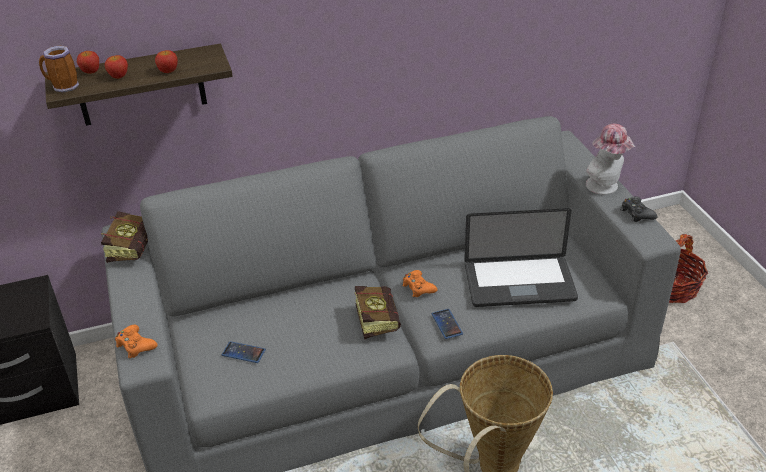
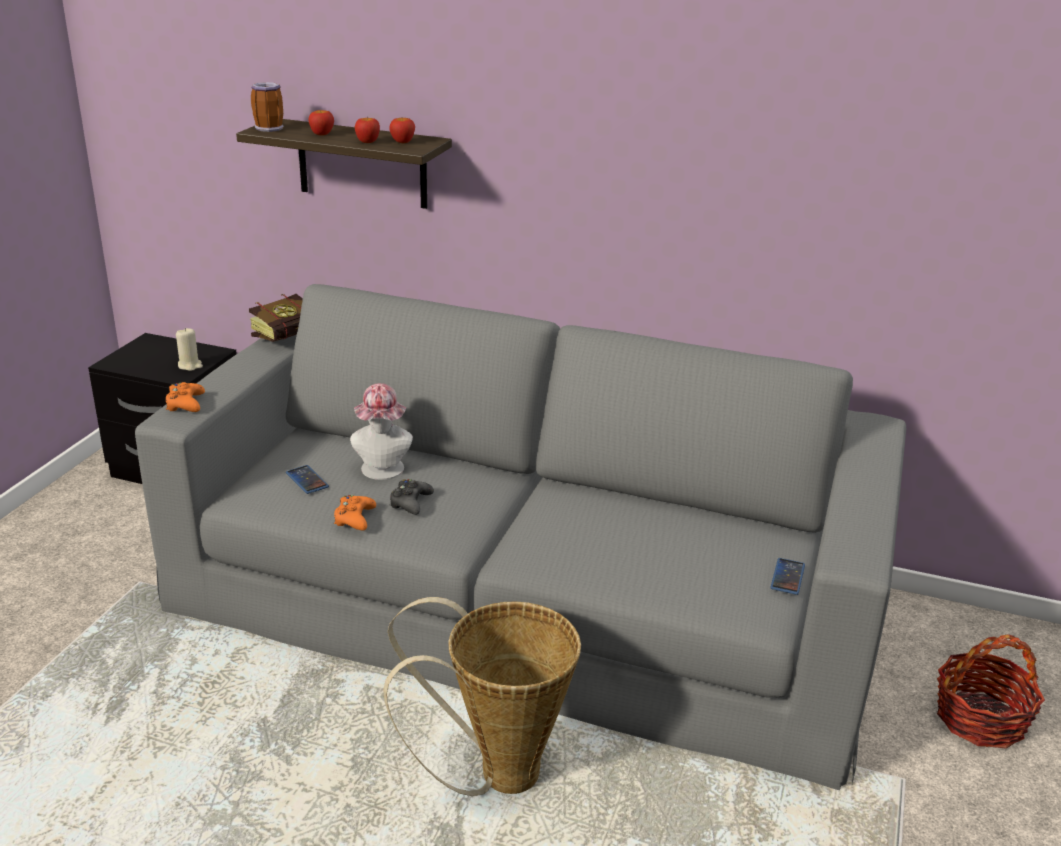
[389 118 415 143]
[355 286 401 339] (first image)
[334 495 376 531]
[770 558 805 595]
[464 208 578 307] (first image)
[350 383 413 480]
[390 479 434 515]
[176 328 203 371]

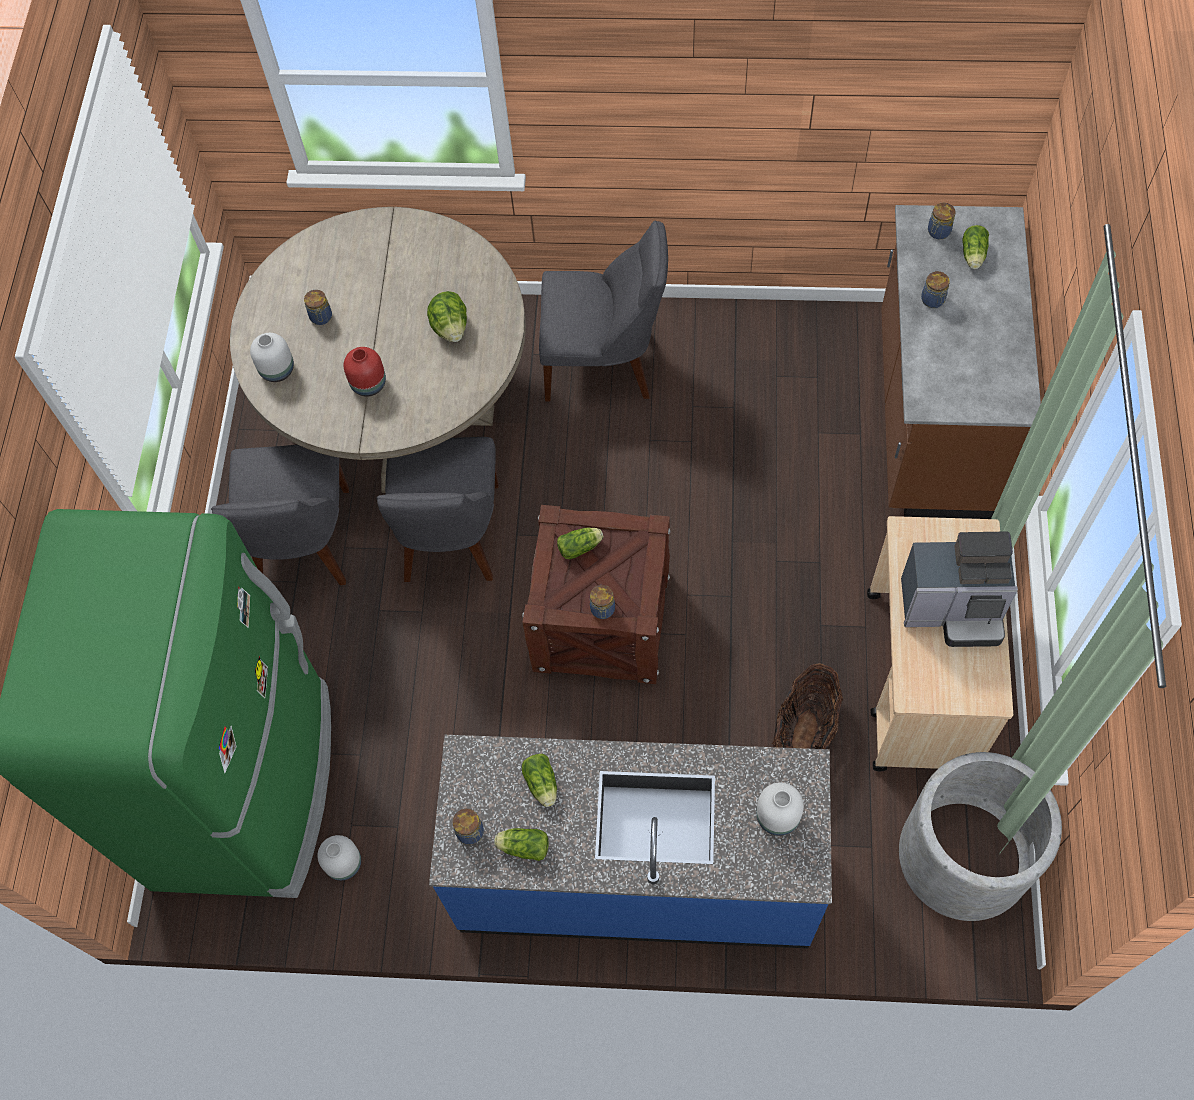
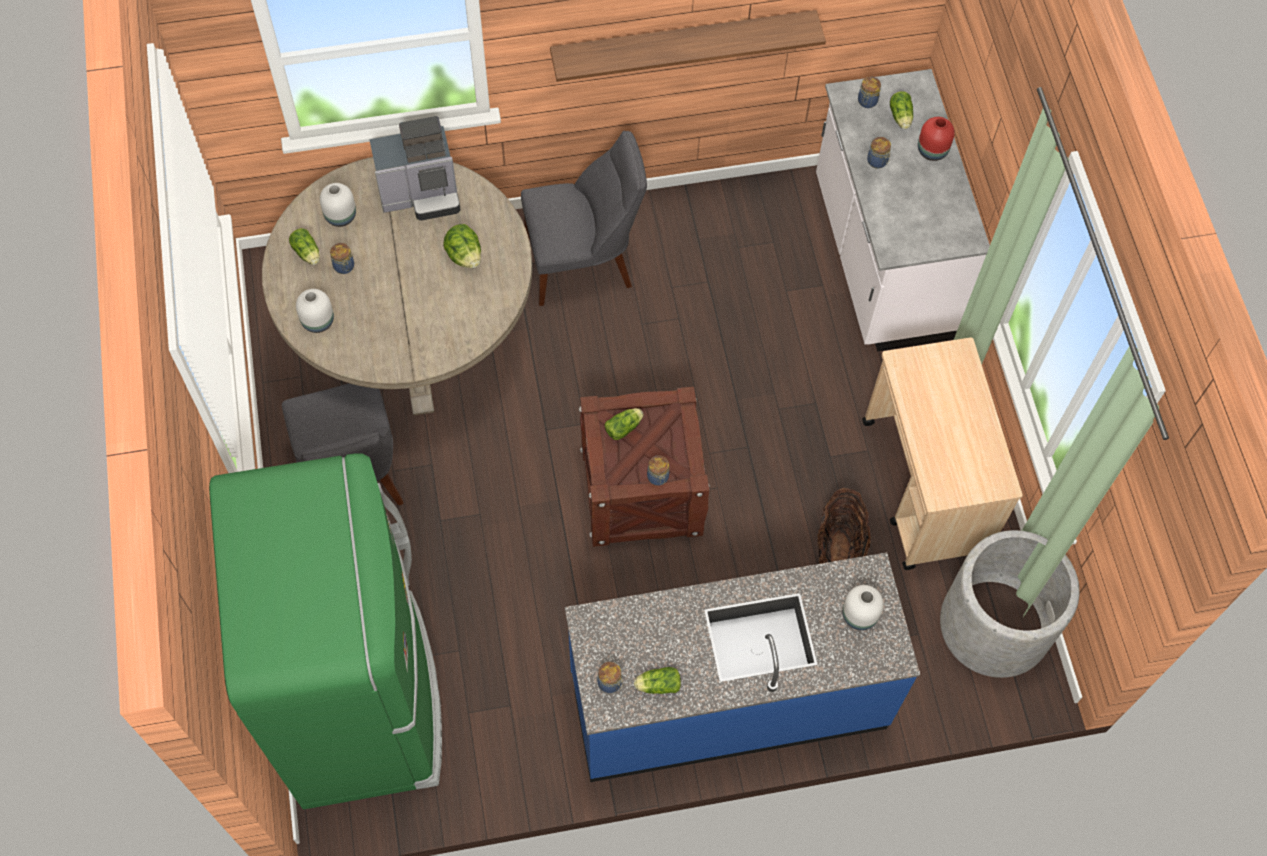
[320 183 356 227]
[918 117 955 161]
[376 437 499 582] (first image)
[289 228 320 265]
[816 69 990 352]
[369 116 460 220]
[550 10 826 82]

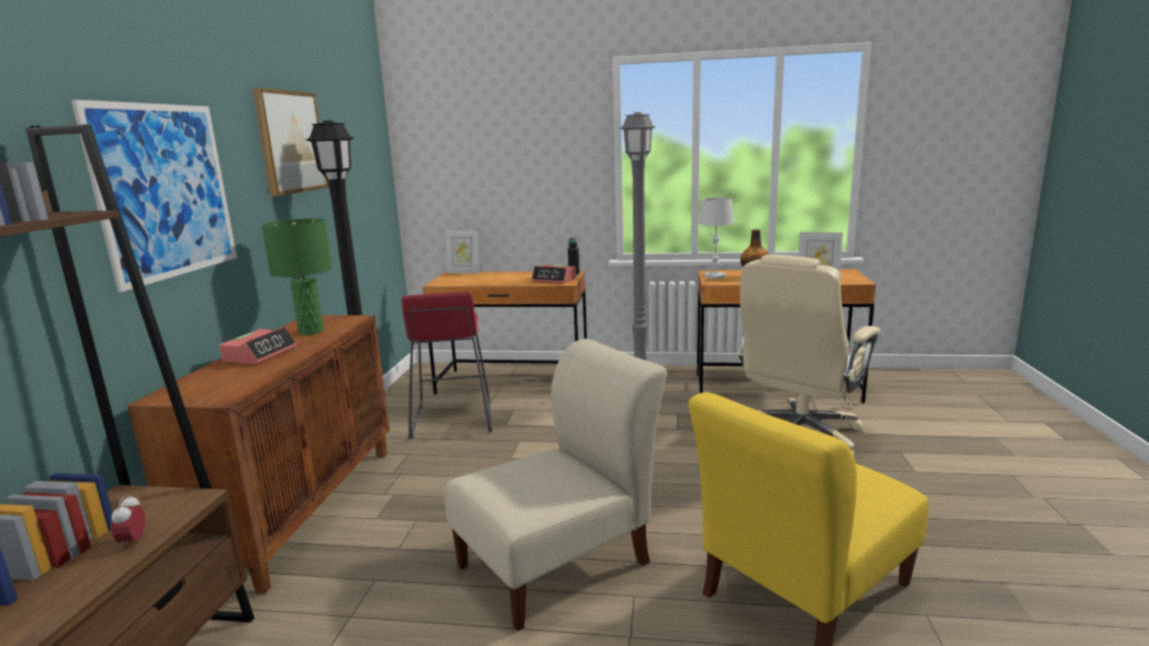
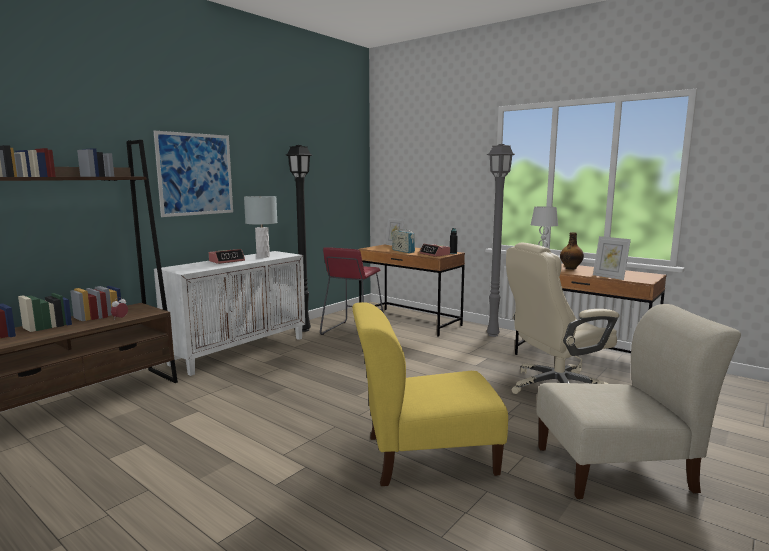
[154 251 305 376]
[252 88 329 196] (first image)
[244 196 277 258]
[537 304 741 499]
[392 226 415 253]

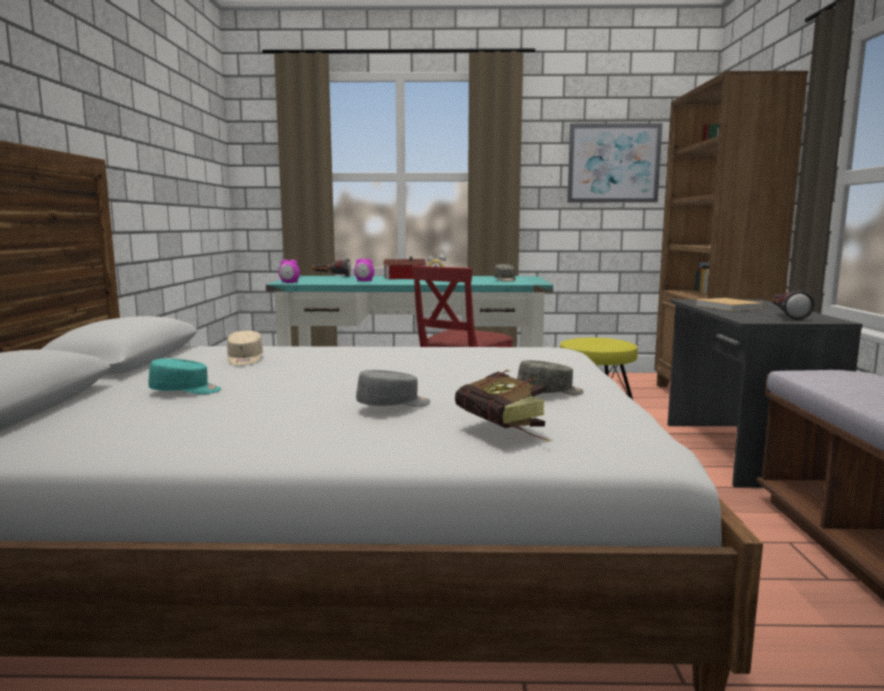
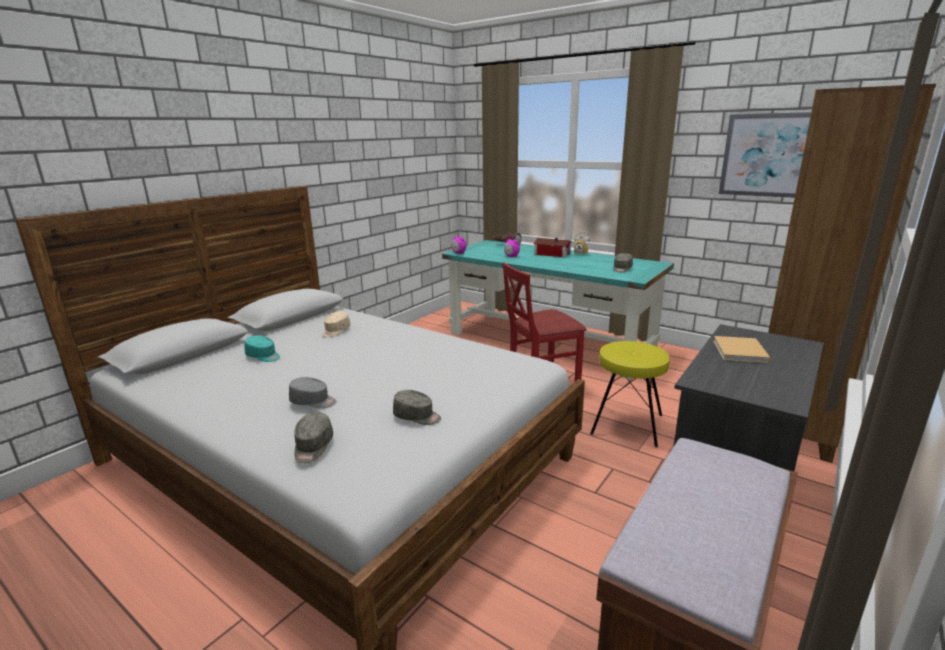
[294 412 333 463]
[772 290 815 320] (first image)

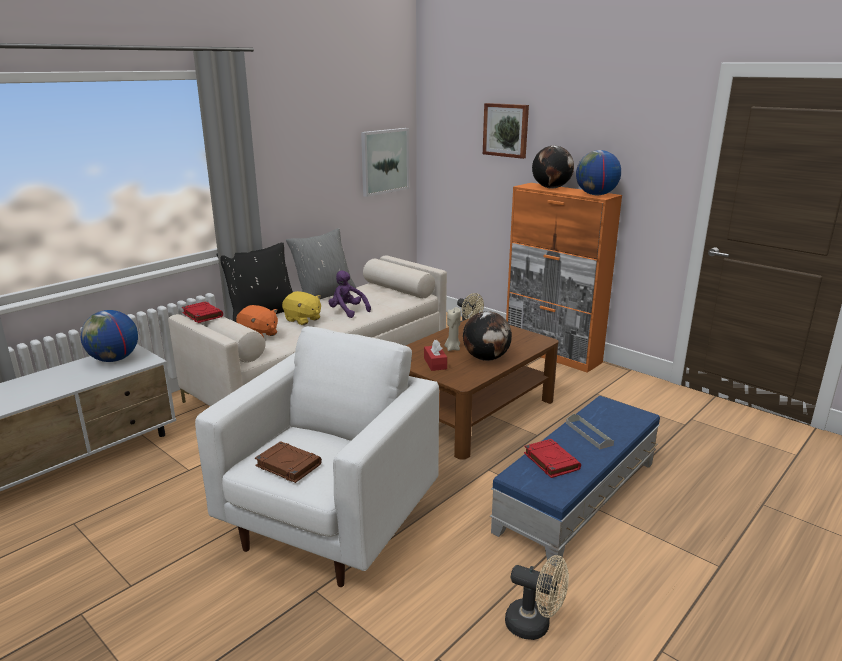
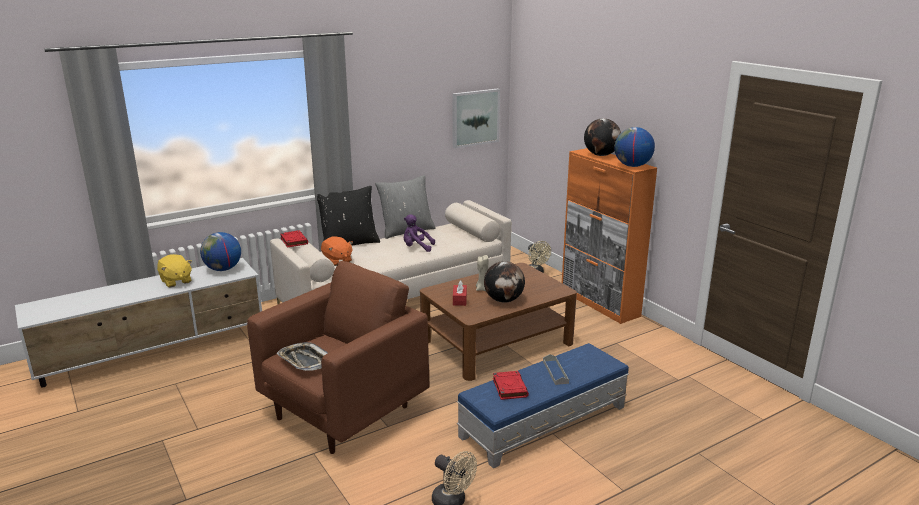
[247 261 429 454]
[277 342 327 371]
[157 254 192 287]
[403 215 435 252]
[483 103 529 159] (first image)

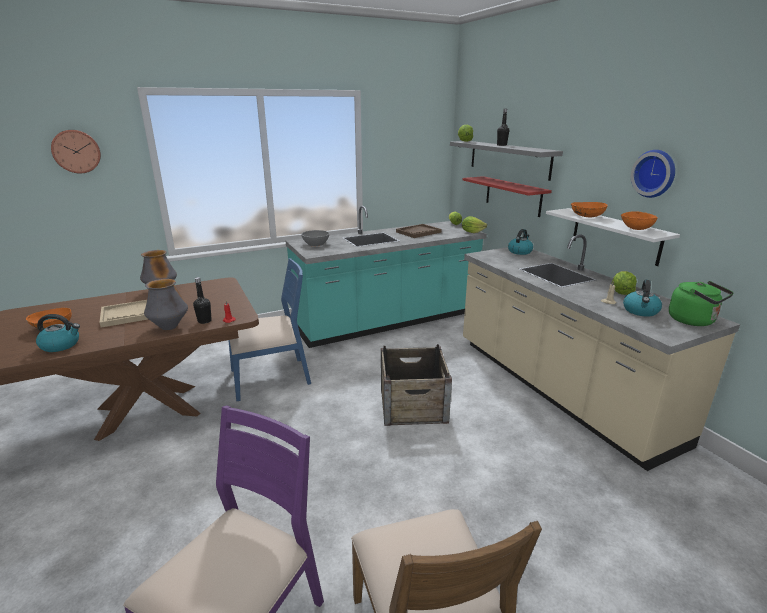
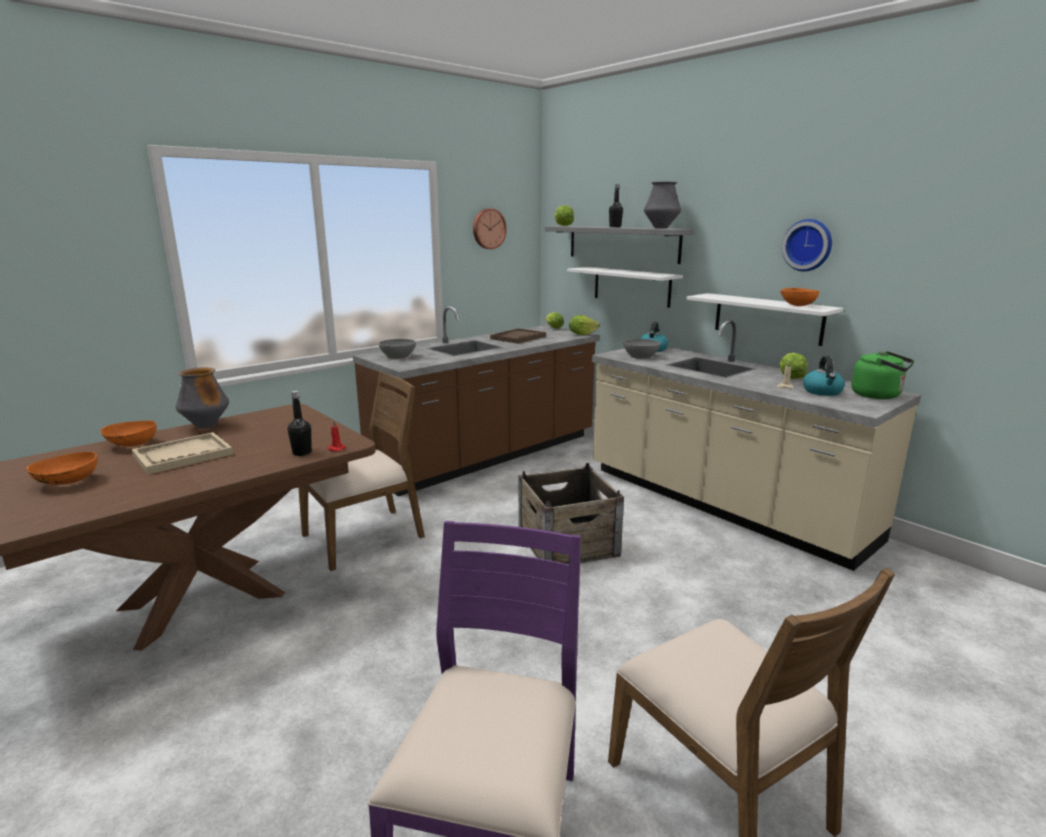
[36 314 80 352] (first image)
[473 208 507 249]
[644 182 681 229]
[298 371 425 571]
[353 306 600 497]
[567 267 683 308]
[100 421 157 447]
[623 339 661 359]

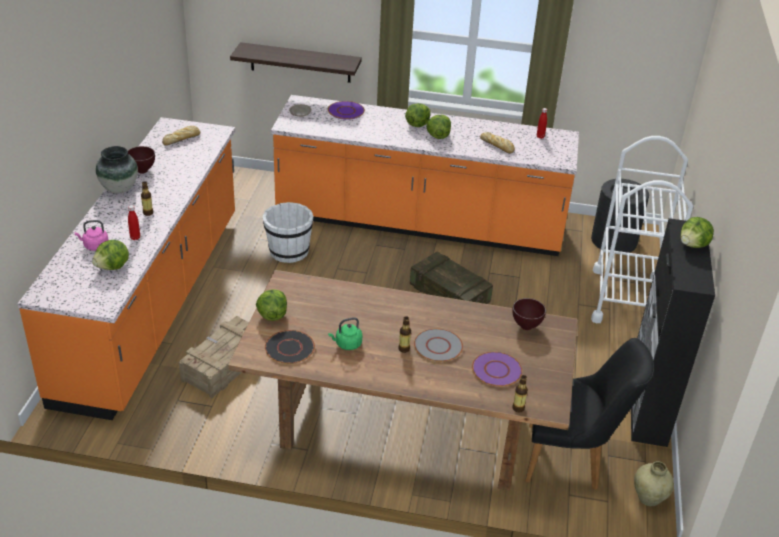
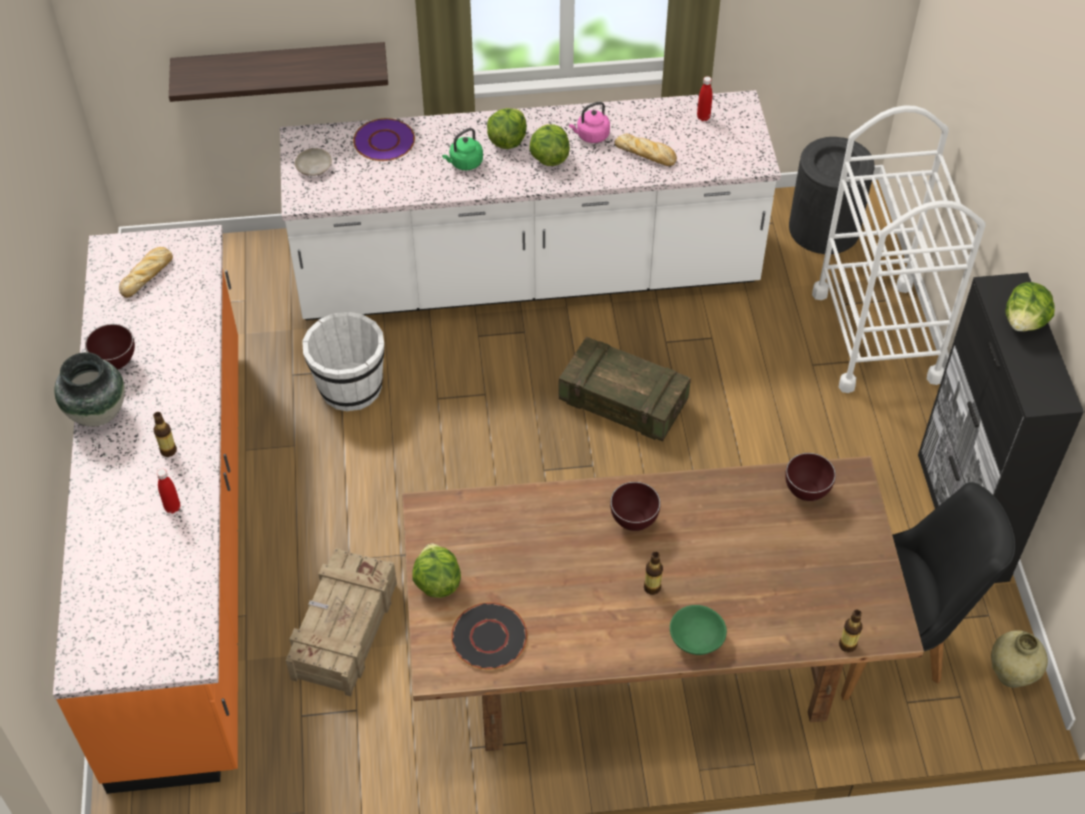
[569 102 610 143]
[92 240 129 270] (first image)
[280 90 781 320]
[442 128 483 170]
[414 329 463 362] (first image)
[472 352 522 387] (first image)
[610 482 661 531]
[670 605 727 655]

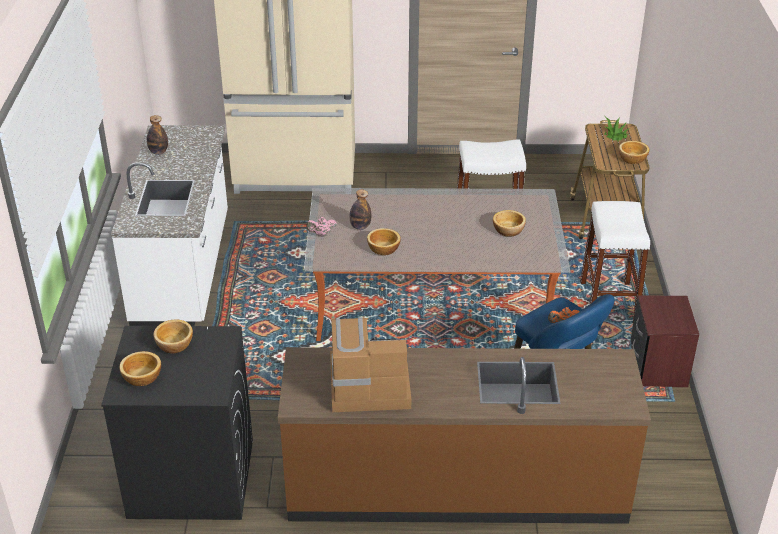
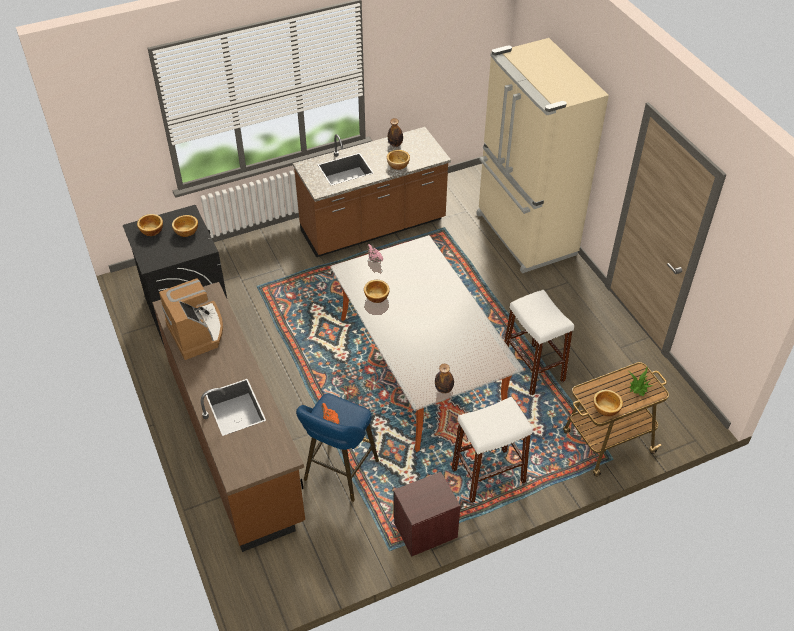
[293 127 451 257]
[435 364 454 394]
[387 150 410 170]

